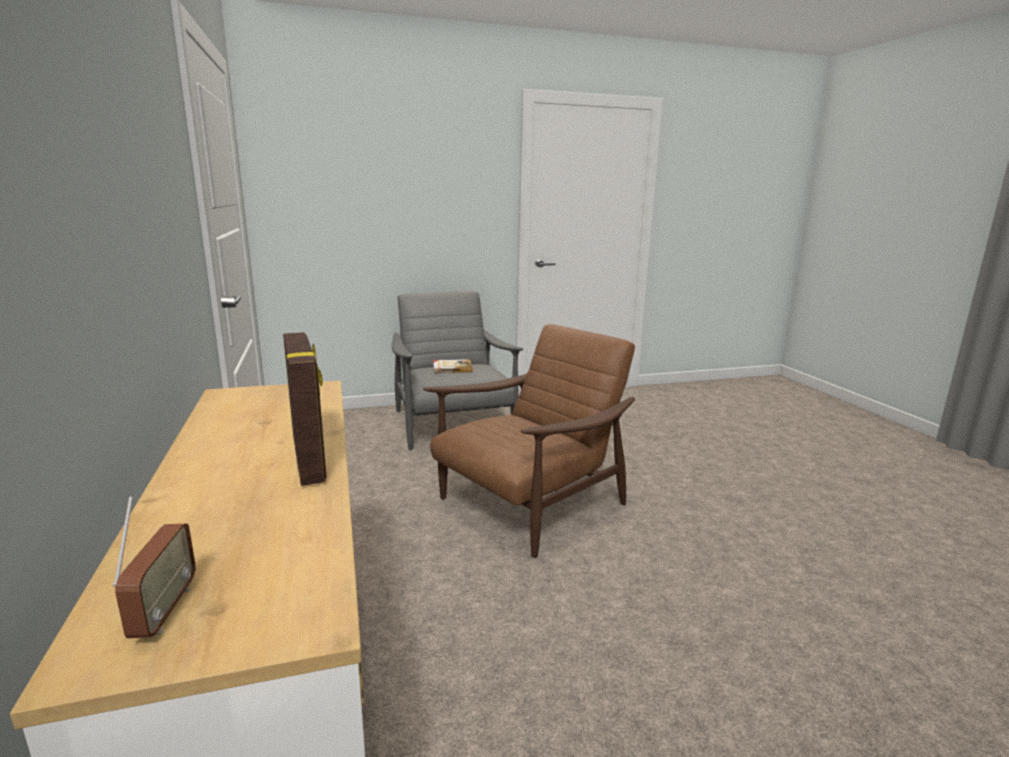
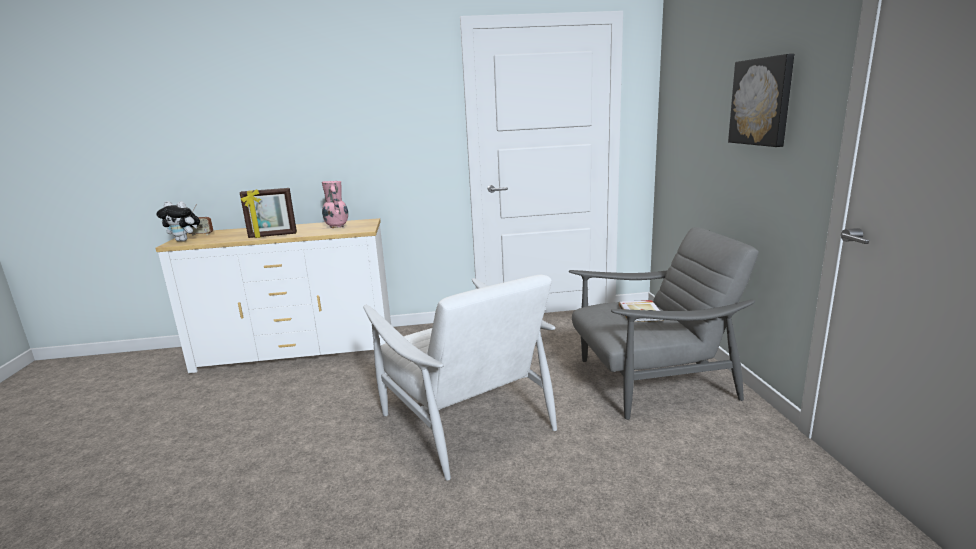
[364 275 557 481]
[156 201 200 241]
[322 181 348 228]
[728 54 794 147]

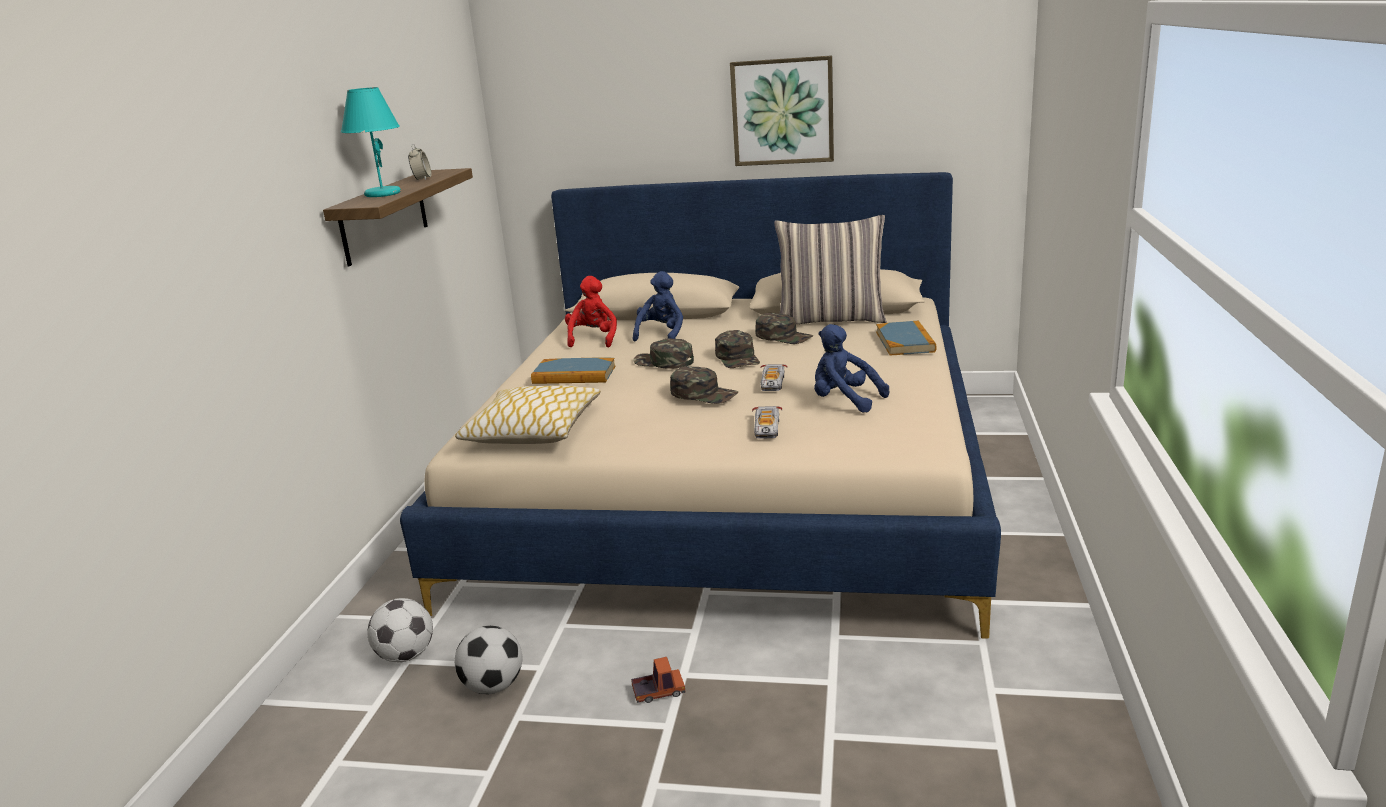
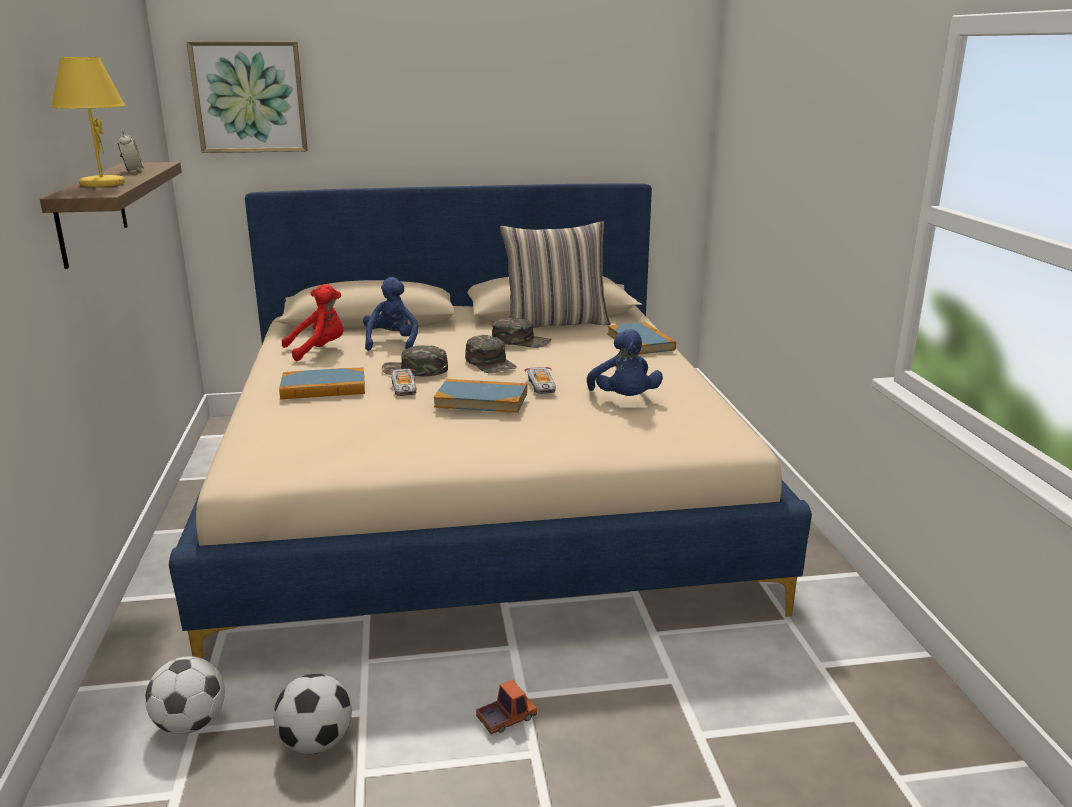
[51 57 125 187]
[455 385 601 444] (first image)
[282 284 344 361]
[433 379 527 413]
[187 41 308 153]
[388 369 416 396]
[587 329 663 396]

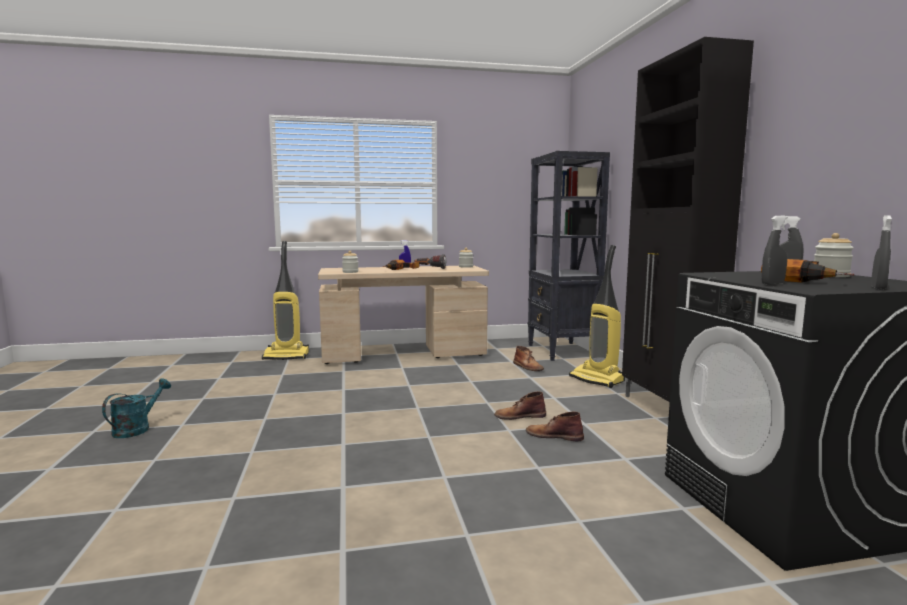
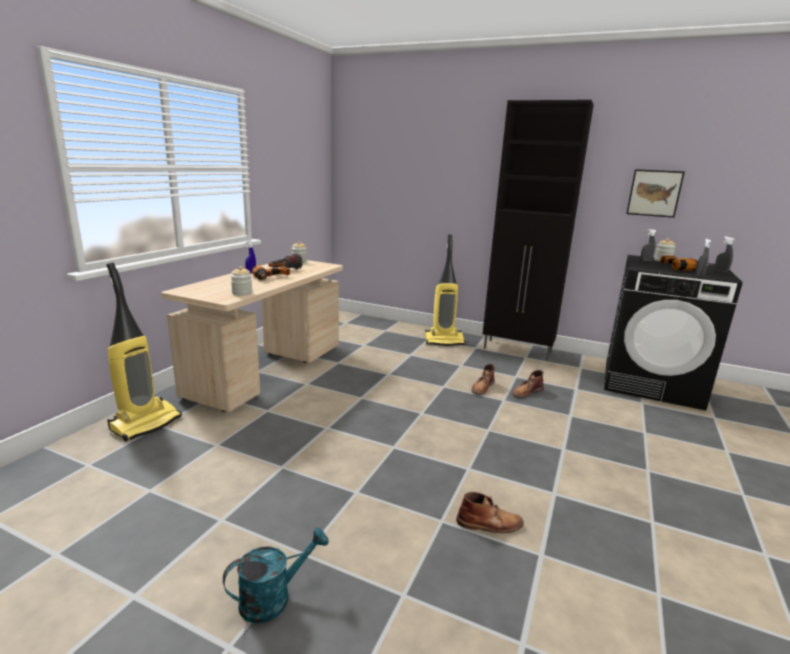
[223 528 329 623]
[456 492 524 533]
[528 151 610 361] (first image)
[626 169 685 218]

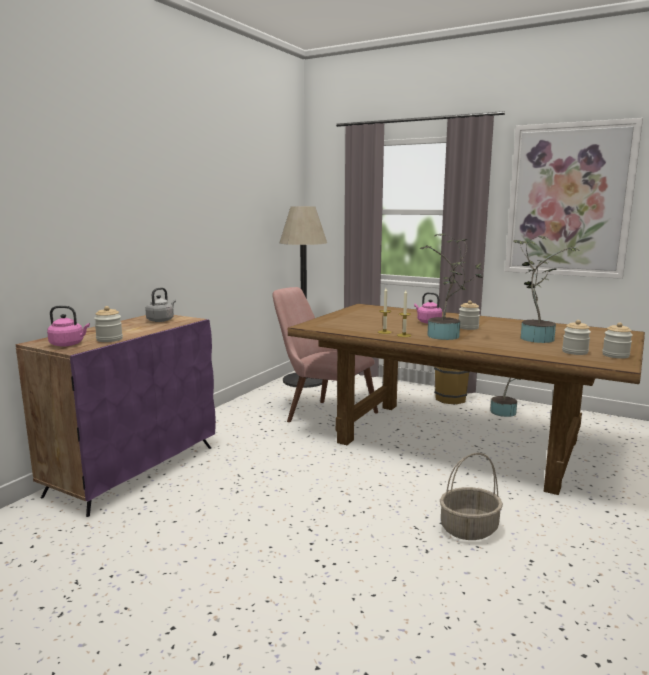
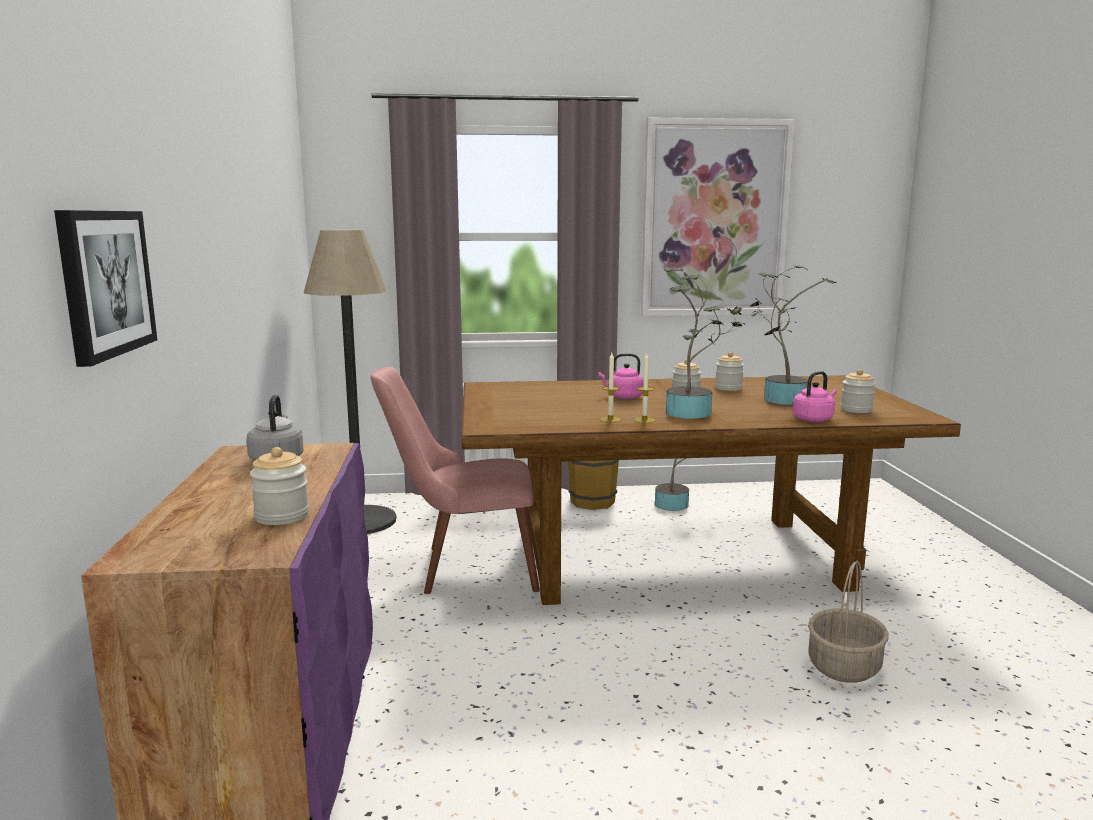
[792 371 837 422]
[715 352 744 391]
[54 210 157 367]

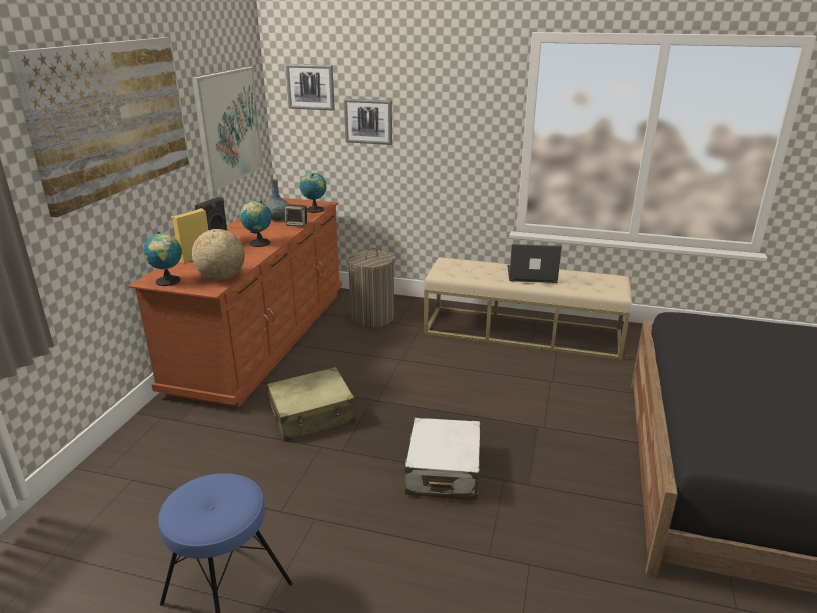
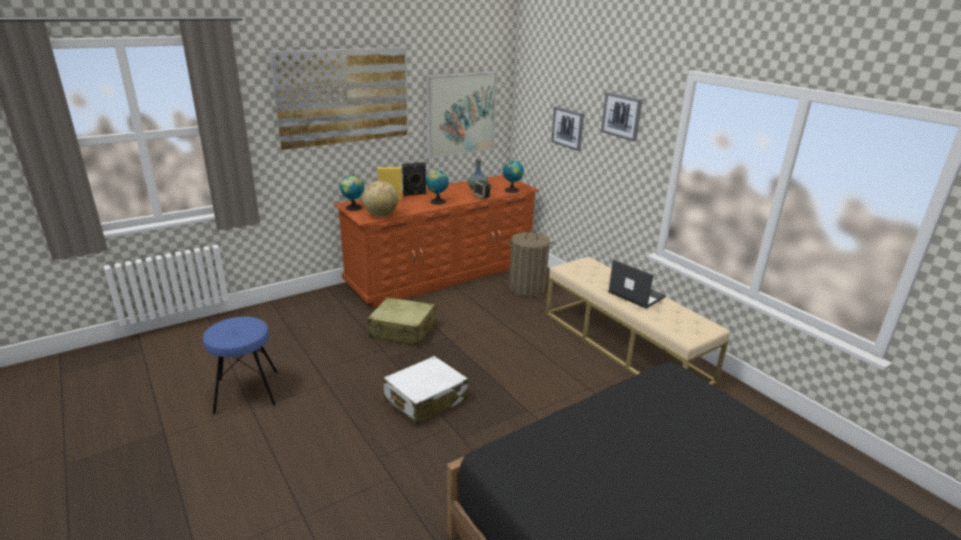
[601 92 643 142]

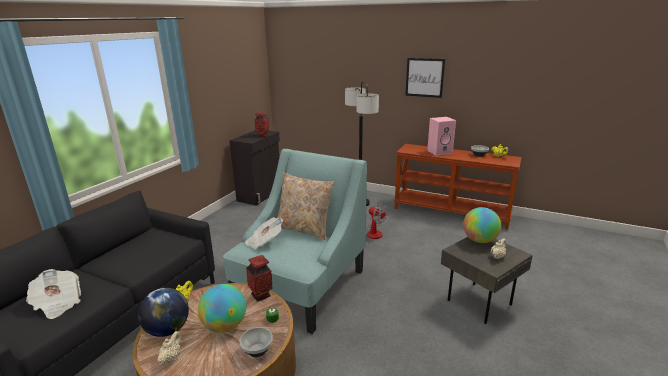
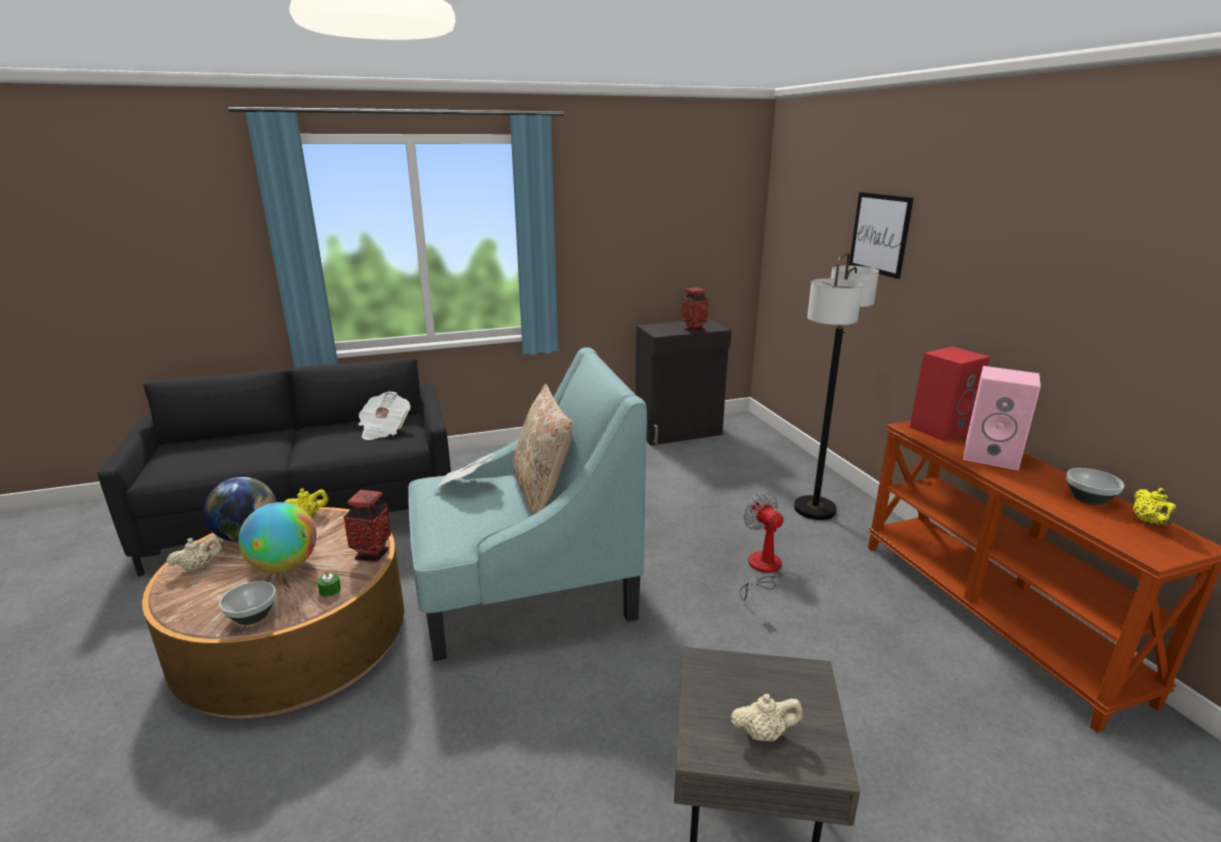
[358 391 411 440]
[740 492 784 601]
[849 192 914 279]
[463 207 501 243] (first image)
[910 347 990 441]

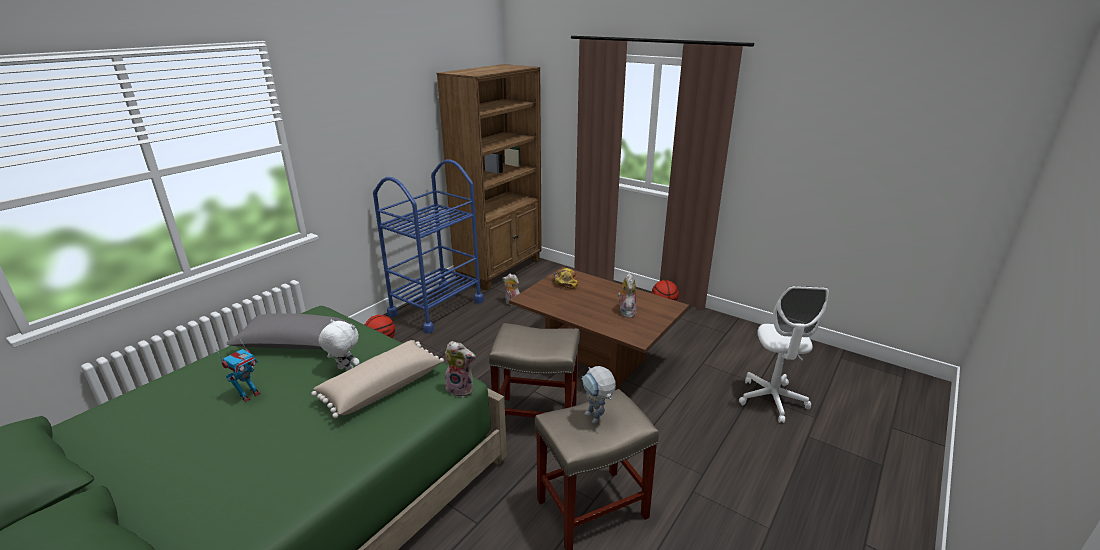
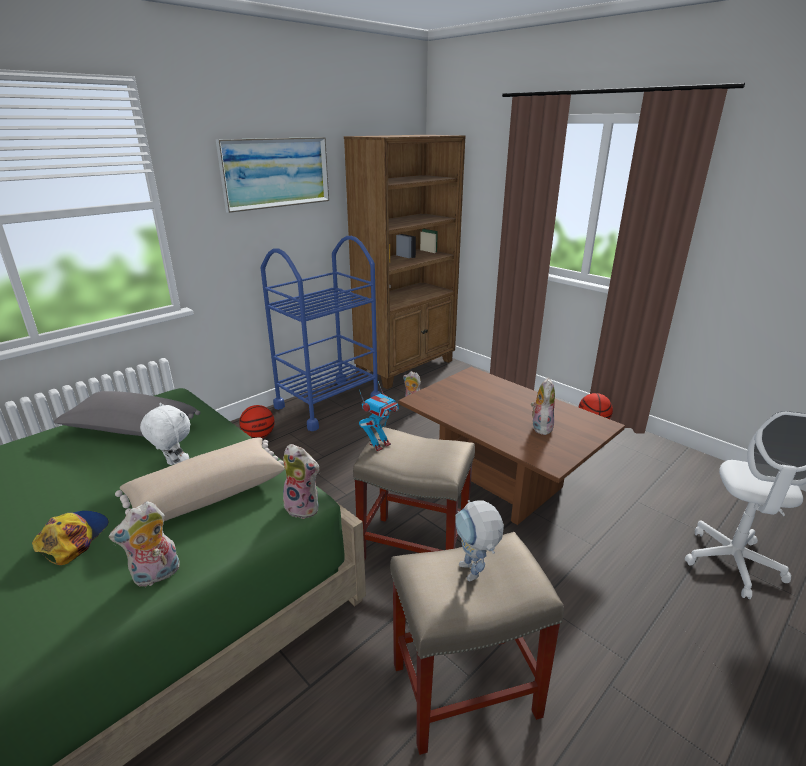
[359 381 399 451]
[32 511 109 565]
[108 501 180 587]
[216 137 329 213]

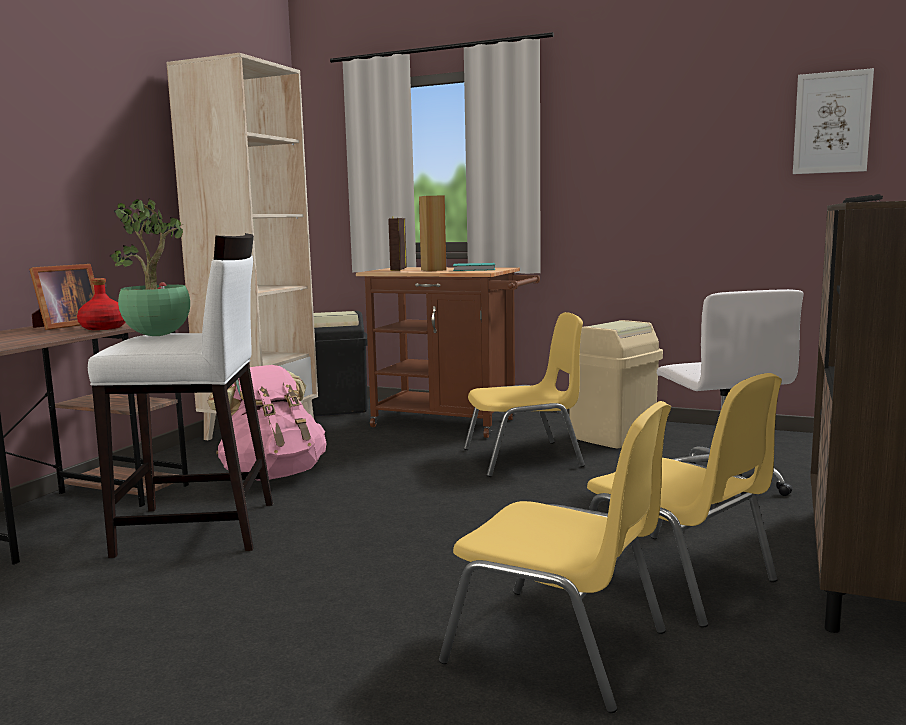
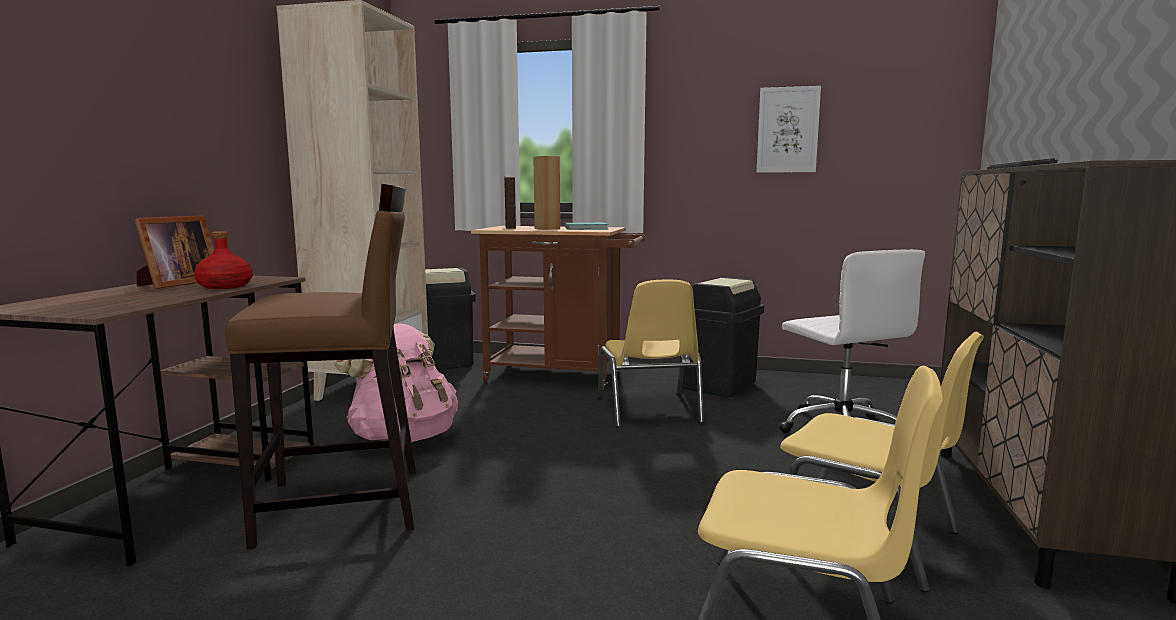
[225 184 416 549]
[110 199 190 336] (first image)
[598 280 704 427]
[680 277 764 397]
[757 86 821 173]

